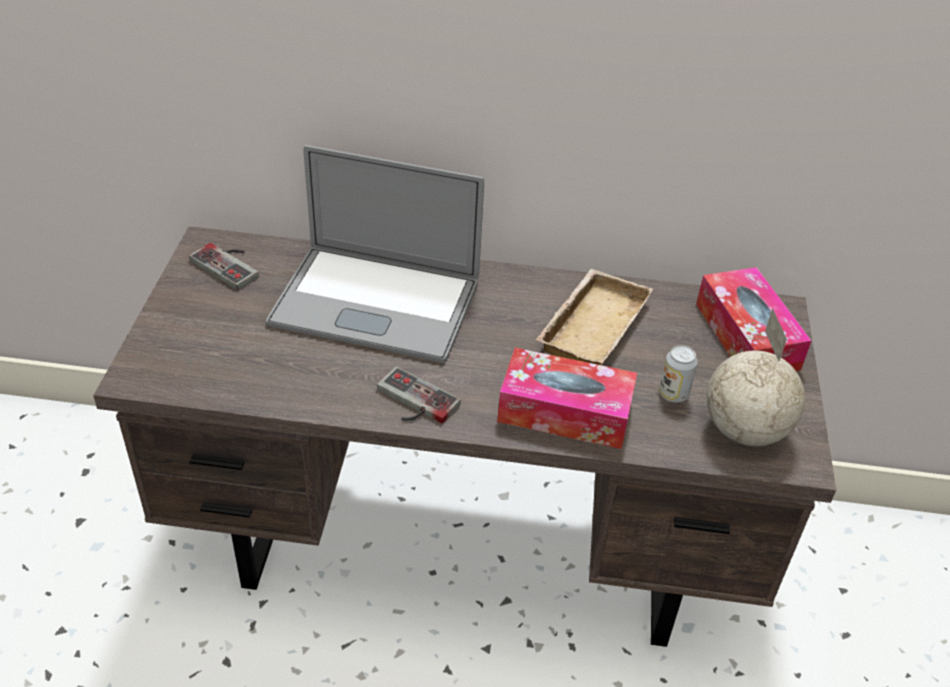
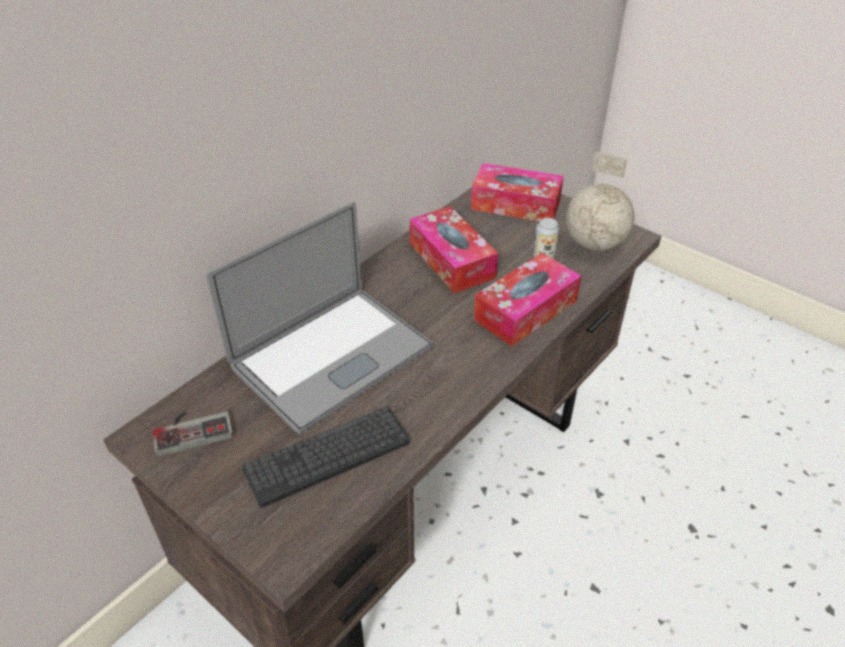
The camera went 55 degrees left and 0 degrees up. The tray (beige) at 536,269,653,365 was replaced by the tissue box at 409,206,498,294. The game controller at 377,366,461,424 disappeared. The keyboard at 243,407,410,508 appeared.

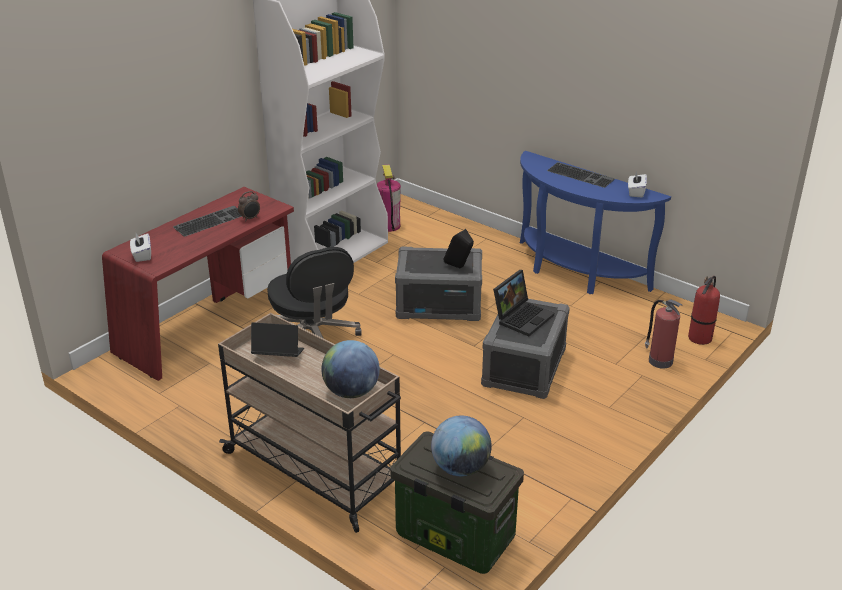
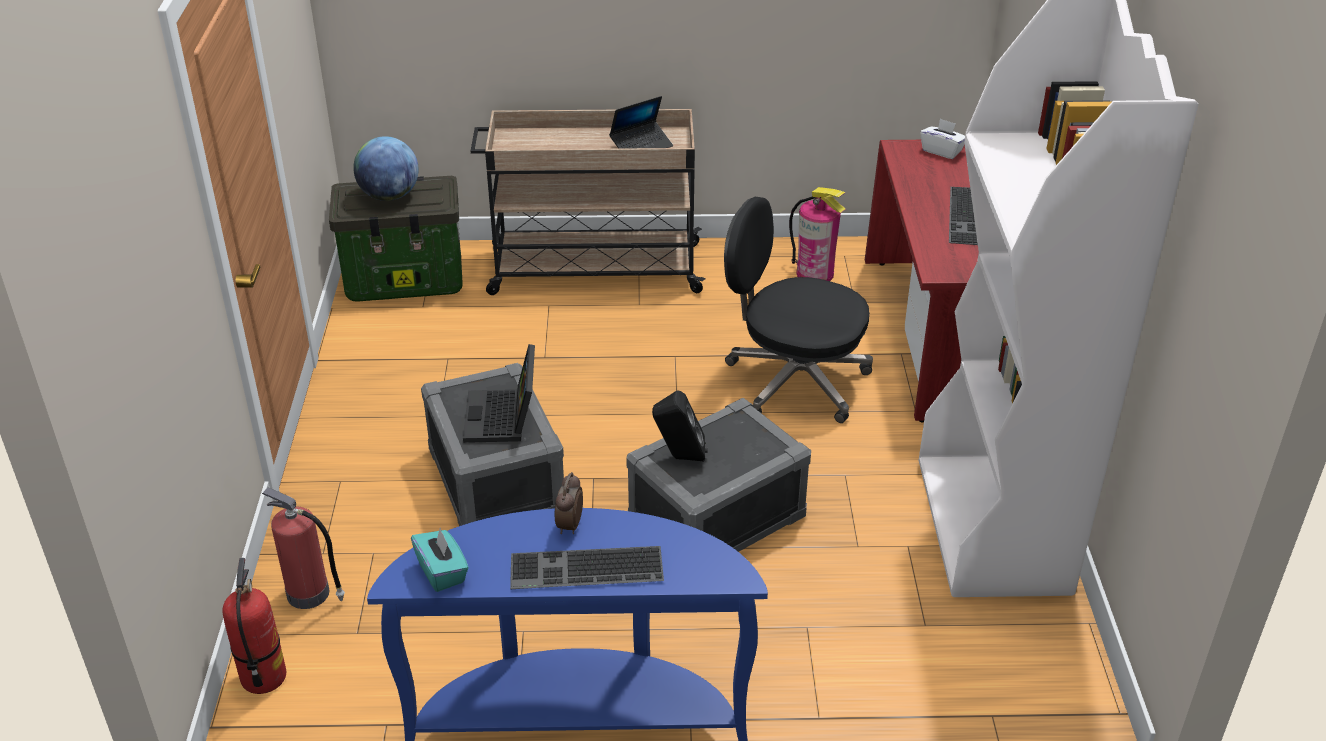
The camera went 140 degrees right and 5 degrees up. The fire extinguisher moved from 377,165,401,232 to 789,187,845,281. The tissue box (white) at 628,171,647,198 became the tissue box (turquoise) at 411,528,469,592. The alarm clock moved from 238,191,260,222 to 555,472,583,534. The globe at 321,340,380,398 disappeared.

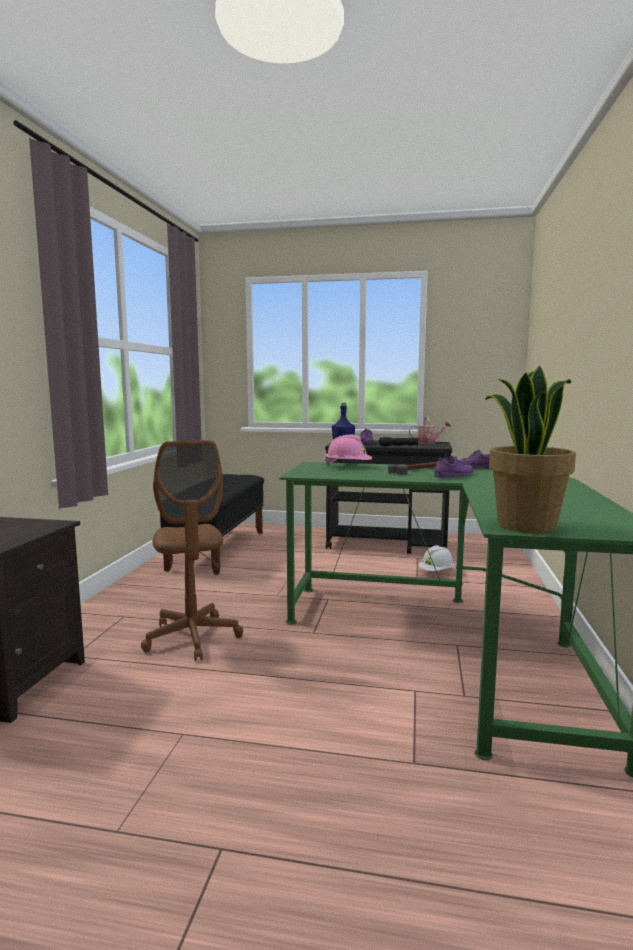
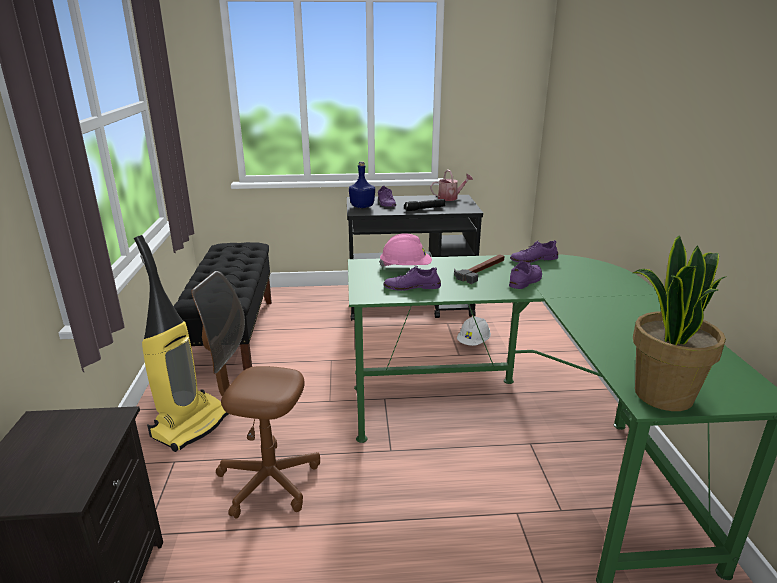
The camera went 15 degrees left and 15 degrees up. The office chair (brown) at 141,440,243,661 turned 135 degrees clockwise. The vacuum cleaner at 134,235,228,452 appeared. The shoe (purple) at 383,266,441,291 appeared.

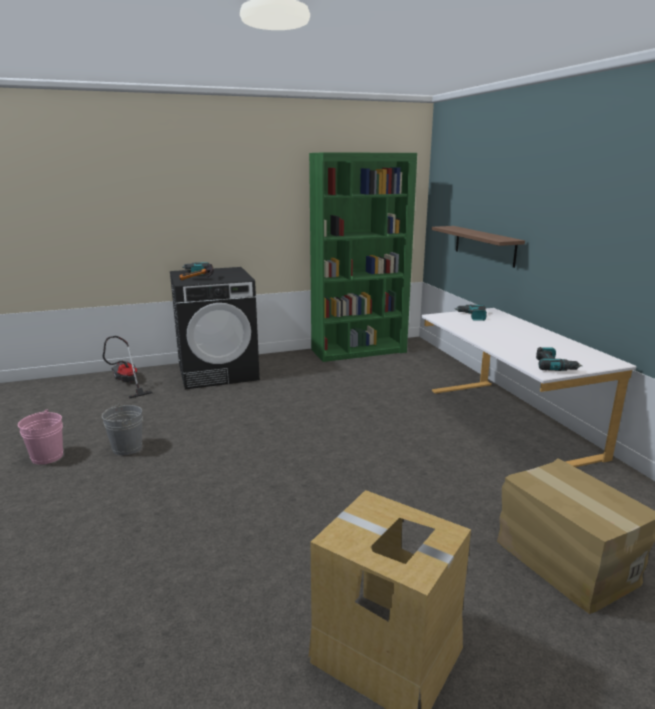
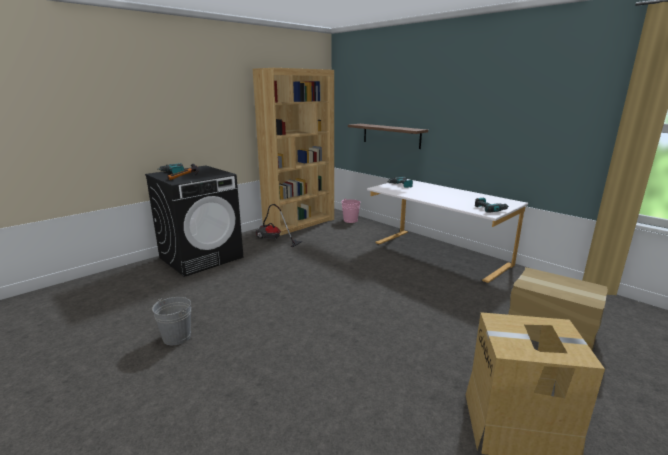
The camera went 25 degrees left and 0 degrees up. The bookcase (green) at 309,152,417,362 became the bookcase (brown) at 253,68,334,236. The vacuum cleaner moved from 103,336,153,399 to 256,204,303,247. The bucket (pink) moved from 18,410,63,465 to 341,198,360,223.

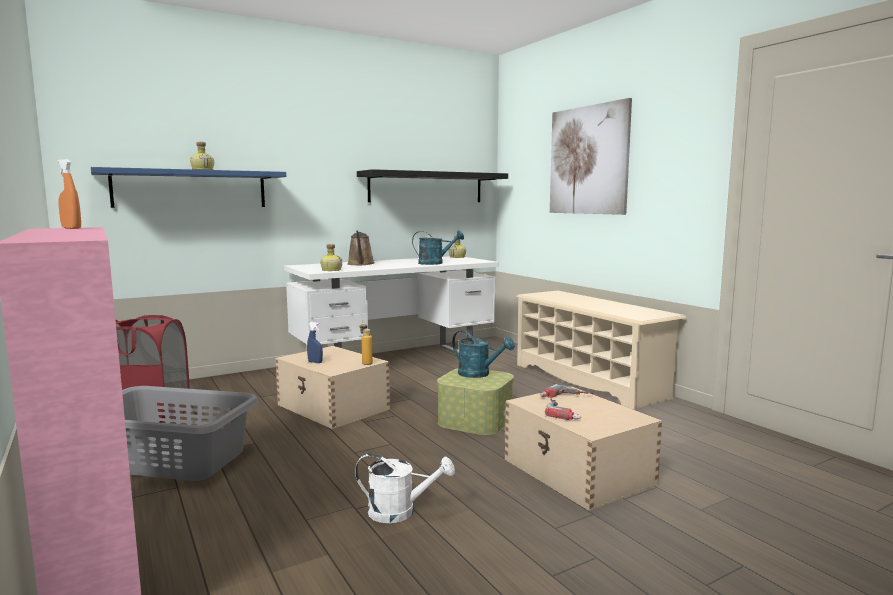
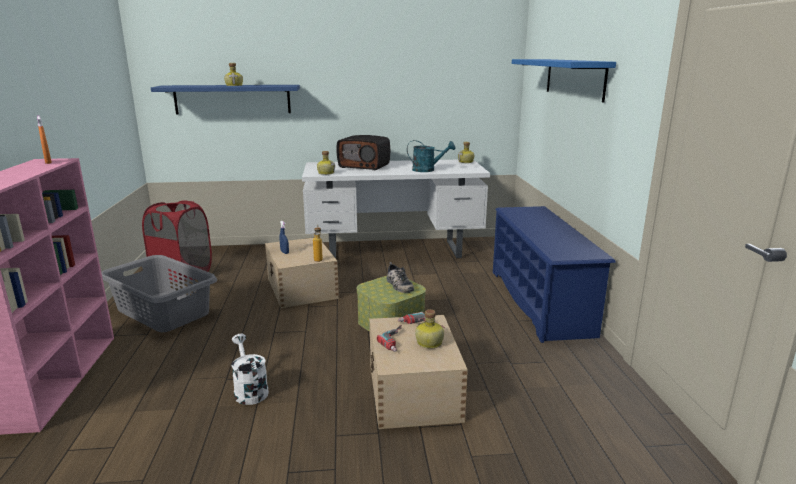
The camera went 25 degrees right and 10 degrees up. The picture at 550,98,632,215 was replaced by the shelf (blue) at 512,59,616,103. The shelf (black) at 357,169,508,202 disappeared. The watering can (brown) at 347,231,374,265 was replaced by the radio at 337,135,390,170. The shoe rack (beige) at 516,290,686,410 became the shoe rack (blue) at 493,206,616,343. The watering can (turquoise) at 452,331,515,378 was replaced by the shoe at 386,262,414,293. The watering can (white) at 355,453,455,523 turned 150 degrees counterclockwise. The bottle at 415,309,444,349 appeared.

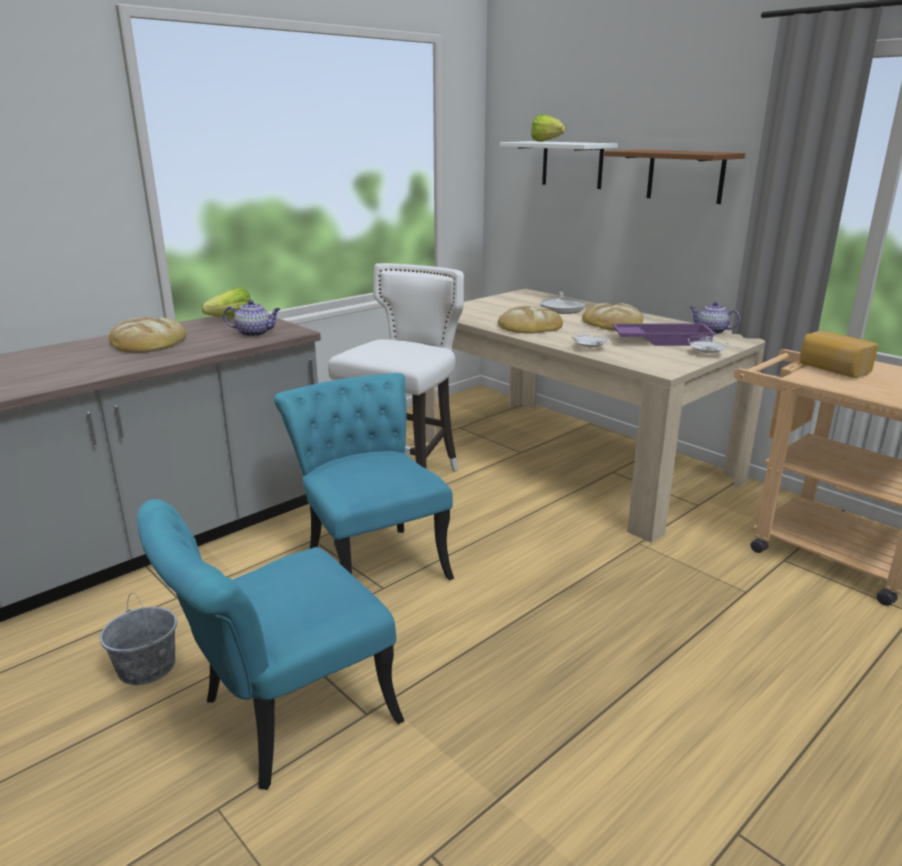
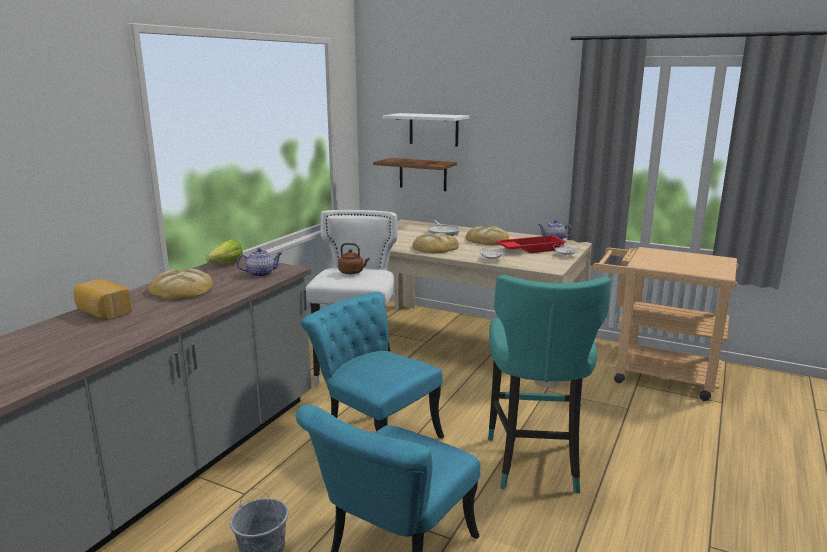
The camera went 20 degrees left and 5 degrees down. The lettuce at 531,114,566,142 disappeared. The shelf (brown) moved from 604,149,745,204 to 373,158,457,191. The tray (purple) at 612,323,716,346 became the tray (red) at 496,235,566,253. The bread moved from 800,331,878,378 to 74,279,132,320. The kettle (brown) at 338,243,370,274 appeared. The stool (turquoise) at 488,275,611,493 appeared.

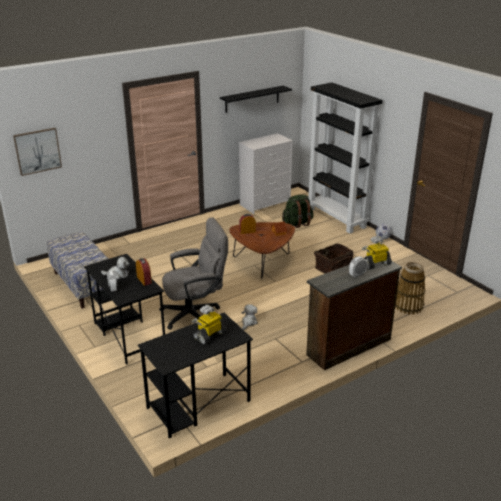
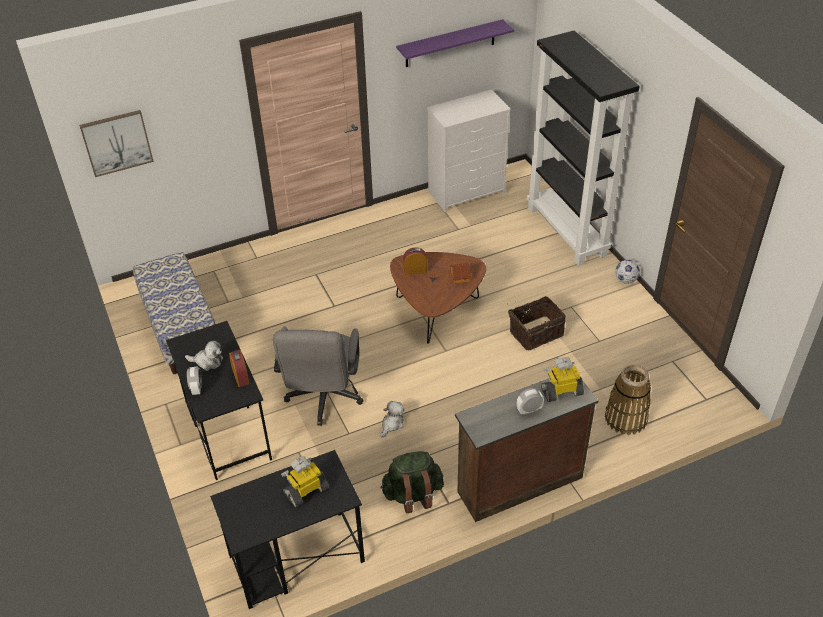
The camera went 10 degrees right and 15 degrees up. The shelf (black) at 220,86,292,113 became the shelf (purple) at 396,19,514,67. The backpack (green) moved from 282,195,314,228 to 380,451,444,514. The office chair (grey) at 159,217,228,330 turned 105 degrees clockwise.

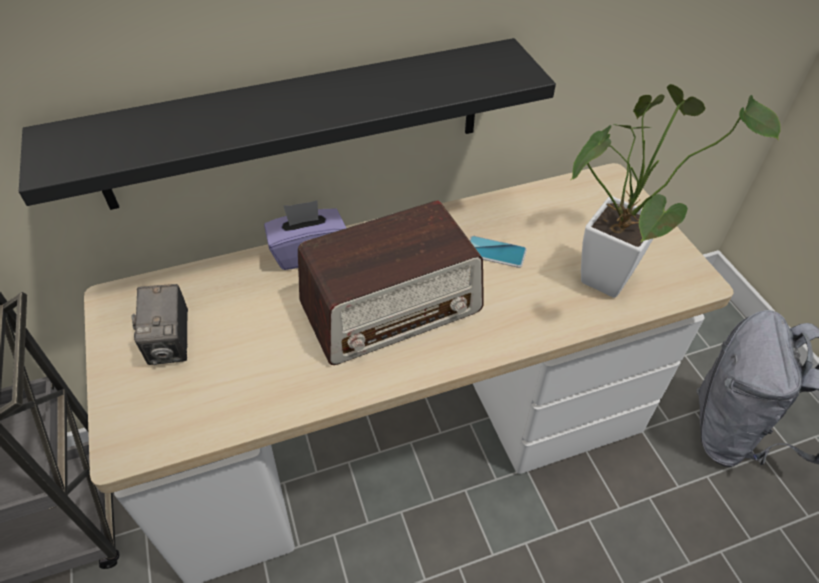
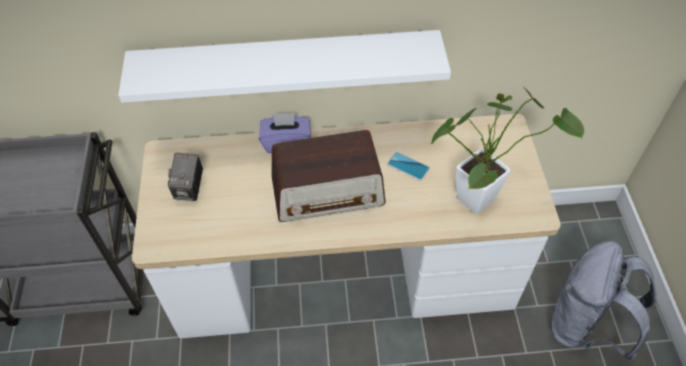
The camera went 15 degrees right and 5 degrees up. The shelf (black) at 19,38,556,210 became the shelf (white) at 118,30,451,103.

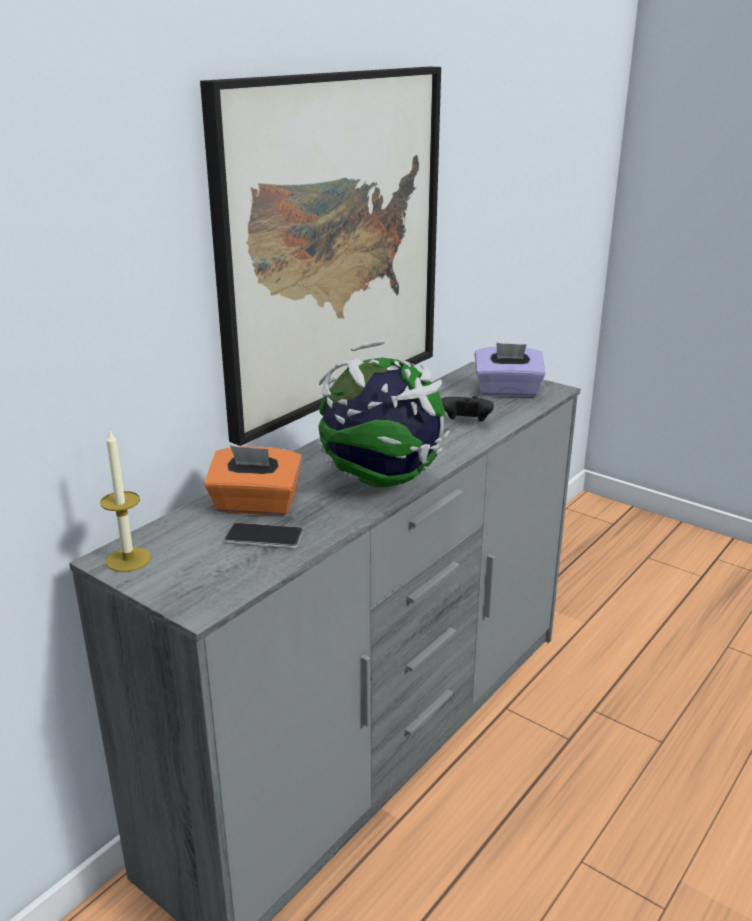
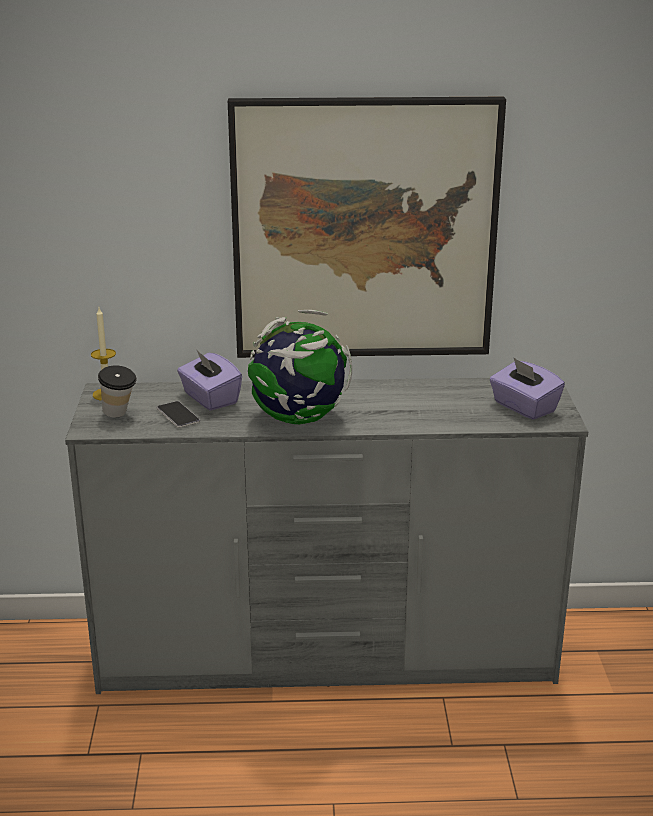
The camera went 50 degrees right and 0 degrees up. The game controller (black) at 441,396,494,422 disappeared. The tissue box (orange) at 204,445,302,516 became the tissue box (purple) at 177,349,242,411. The cup at 98,365,137,418 appeared.

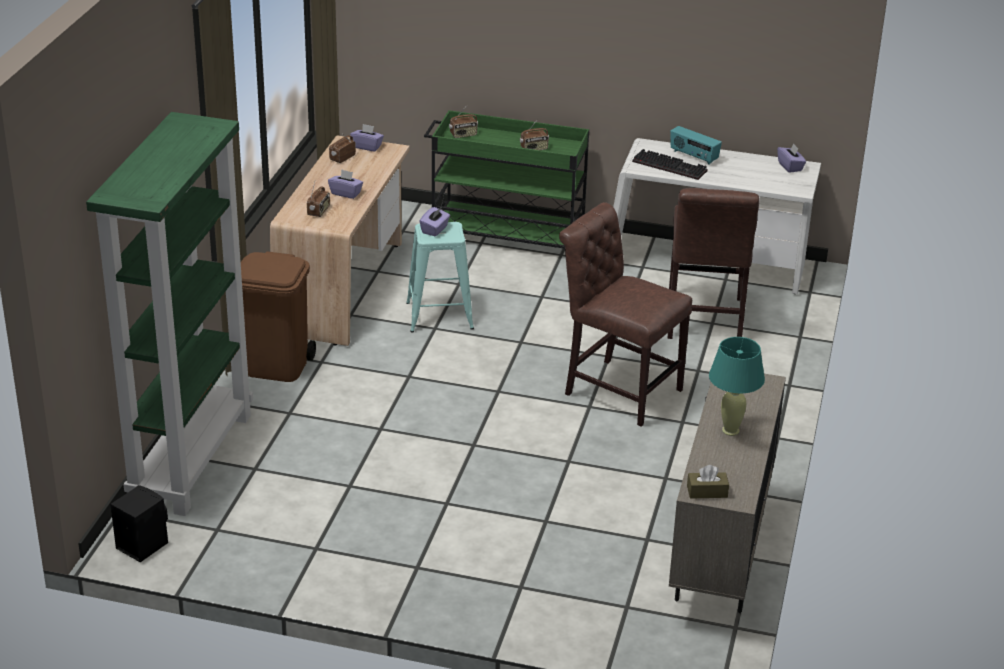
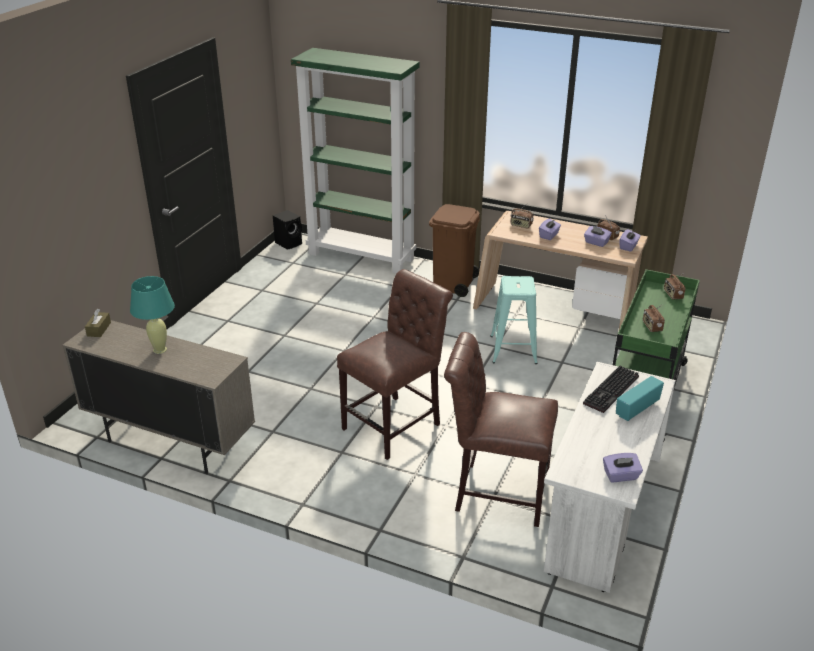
The camera went 100 degrees right and 0 degrees up. The tissue box (purple) moved from 420,207,450,236 to 584,226,612,247.

